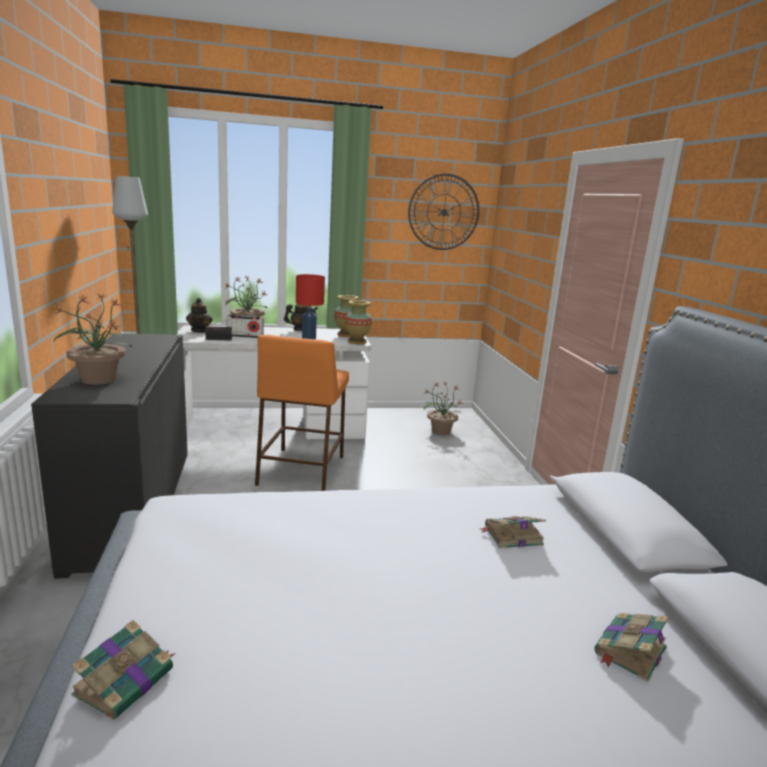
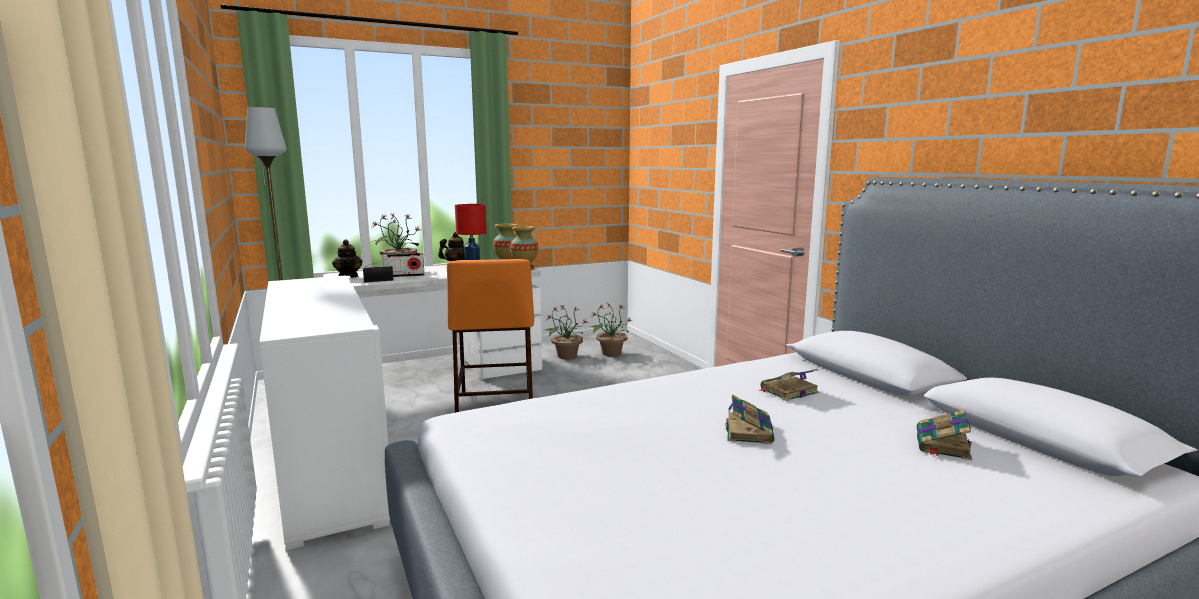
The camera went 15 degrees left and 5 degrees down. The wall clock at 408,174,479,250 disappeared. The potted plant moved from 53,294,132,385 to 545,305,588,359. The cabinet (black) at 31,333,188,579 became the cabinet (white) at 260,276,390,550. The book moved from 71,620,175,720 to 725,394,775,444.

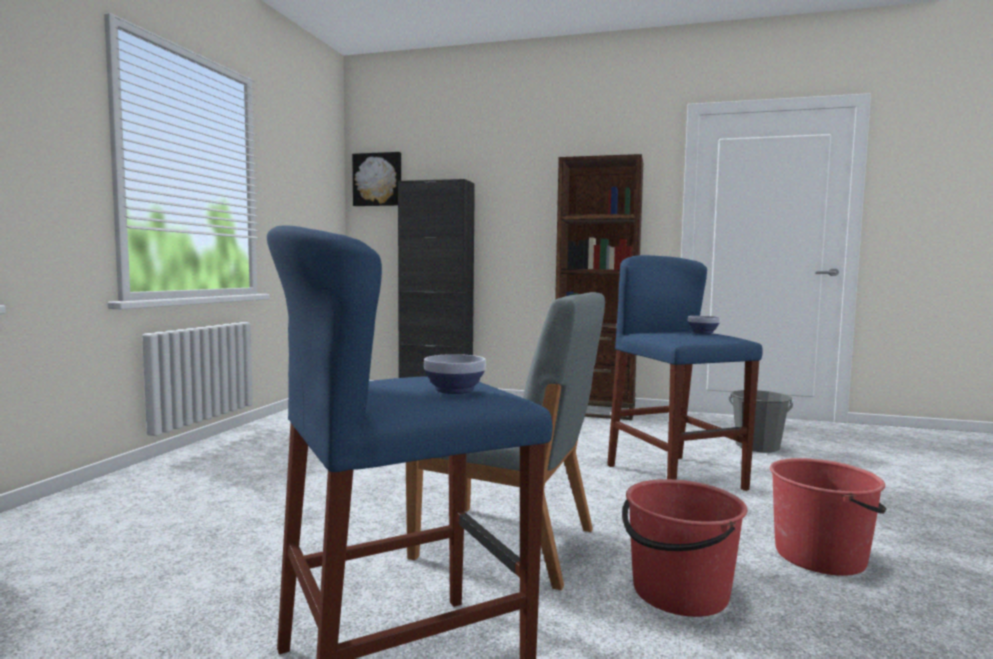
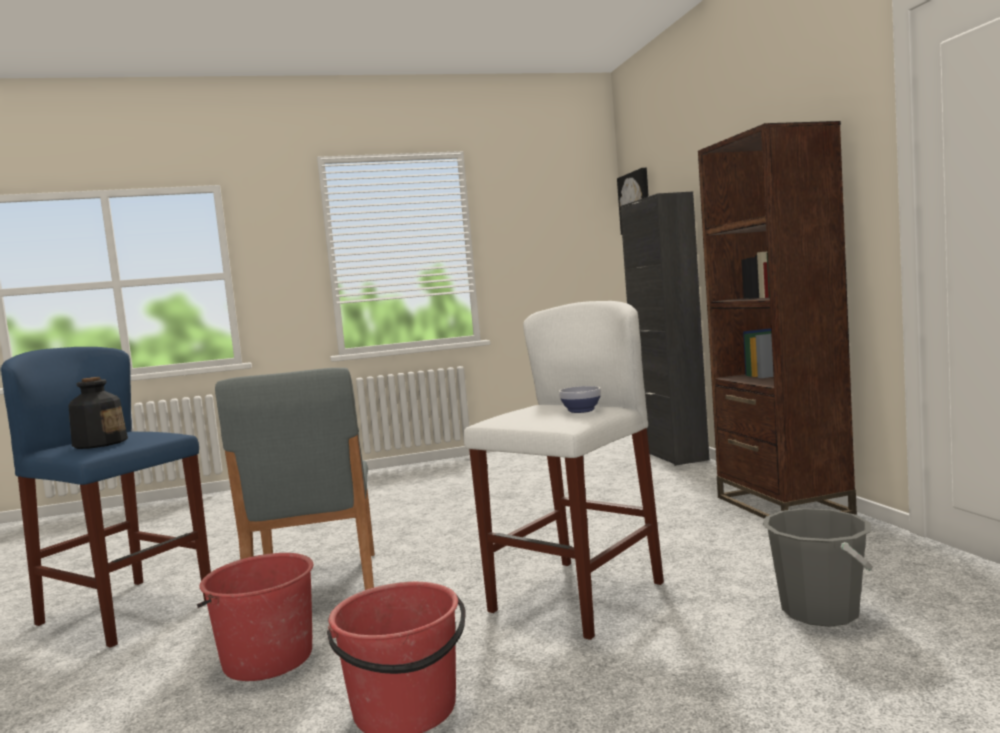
The camera went 60 degrees right and 0 degrees up. The stool (blue) at 607,255,763,491 became the stool (white) at 463,301,664,640. The bowl at 424,354,486,394 was replaced by the bottle at 68,377,128,449.

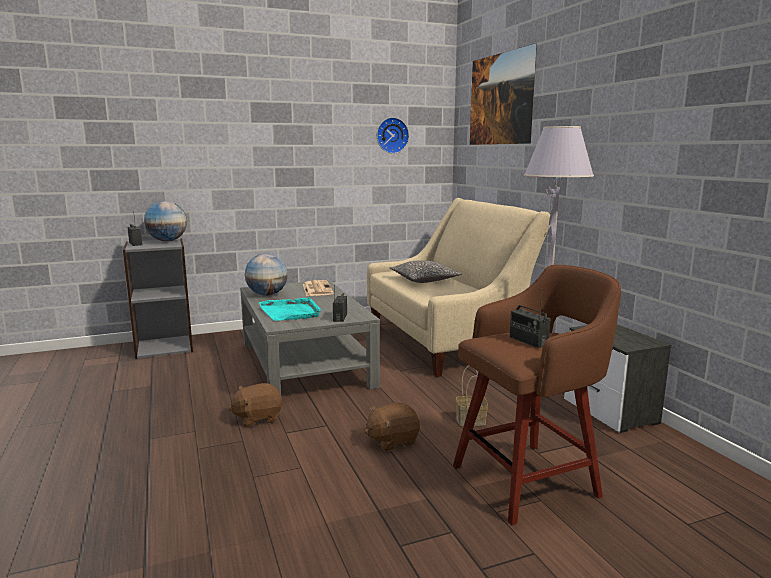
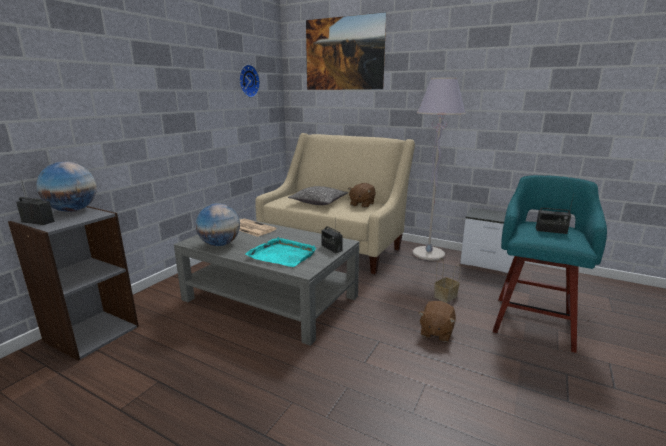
The camera went 40 degrees left and 5 degrees up. The stool (brown) at 453,265,621,525 became the stool (turquoise) at 493,175,607,353. The plush toy (brown) moved from 228,383,282,427 to 348,183,376,208.

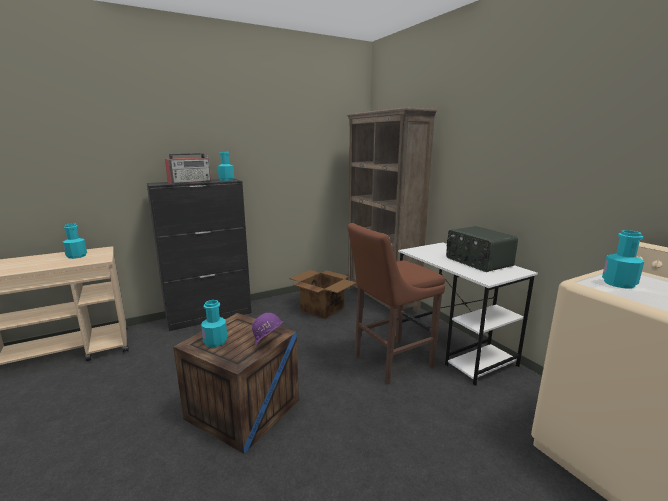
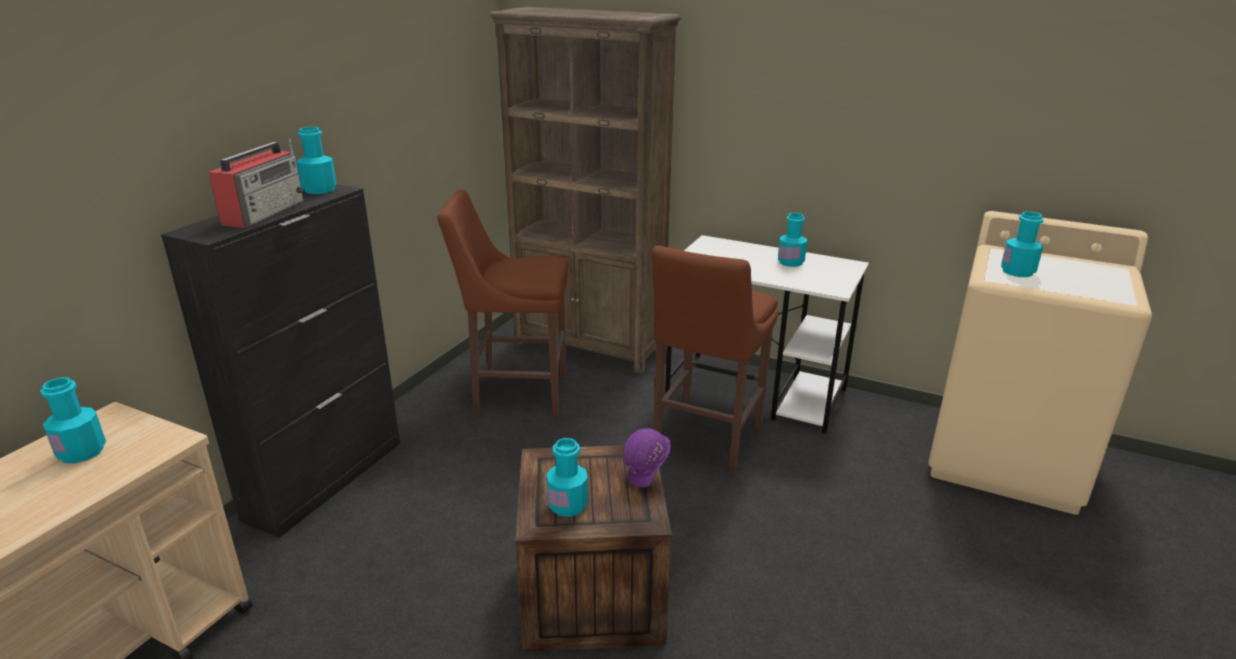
The camera went 35 degrees left and 10 degrees up. The radio at 446,226,518,272 was replaced by the bottle (turquoise) at 778,213,807,267. The cardboard box at 289,270,356,319 was replaced by the stool (brown) at 437,190,569,416.

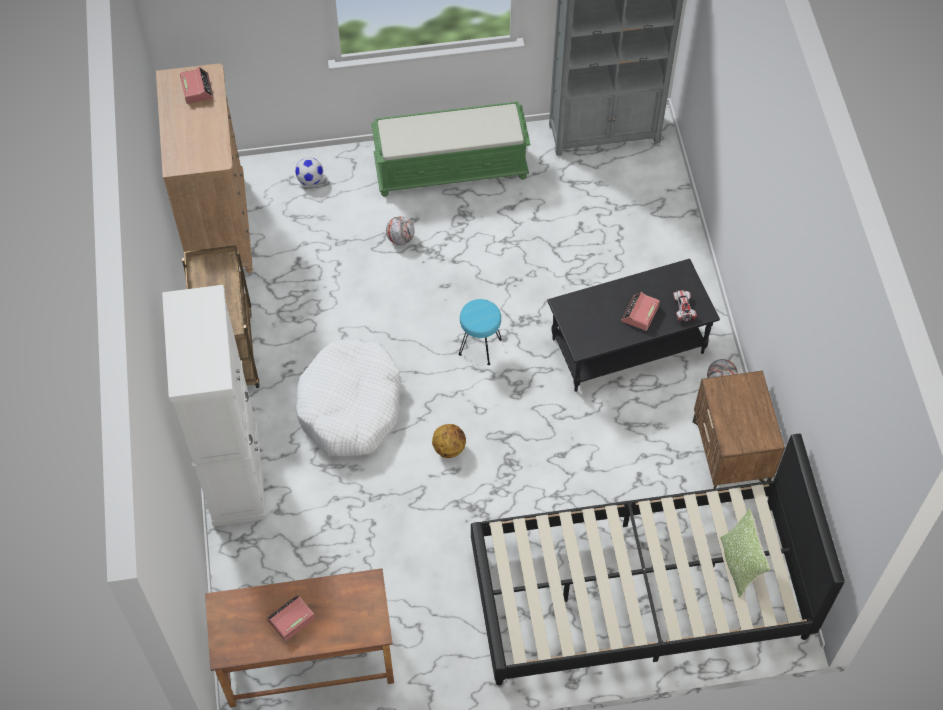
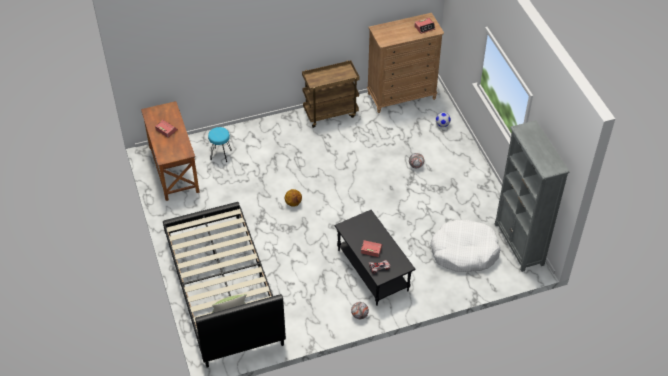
The camera went 80 degrees right and 10 degrees down. The bench (green) at 371,102,531,197 disappeared. The cabinet (white) at 162,285,266,526 disappeared. The stool (turquoise) moved from 458,299,502,365 to 208,127,231,162. The dog bed (white) moved from 295,339,402,456 to 430,220,500,272. The nightstand (brown) at 693,371,785,489 disappeared.

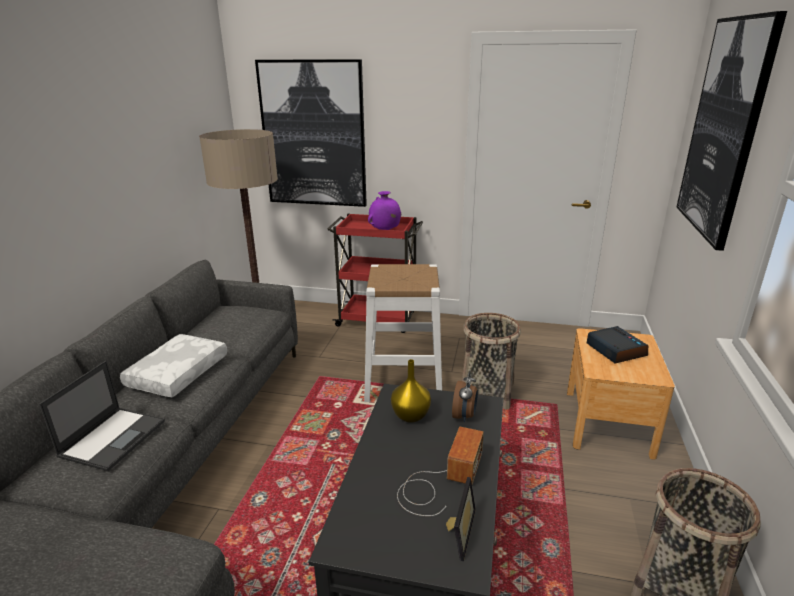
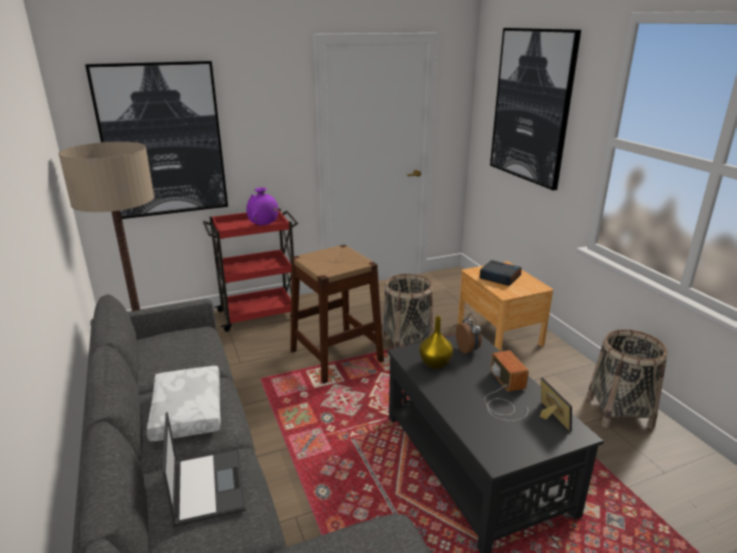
The camera went 35 degrees left and 0 degrees up. The stool (white) at 364,264,442,402 became the stool (brown) at 290,245,384,384.

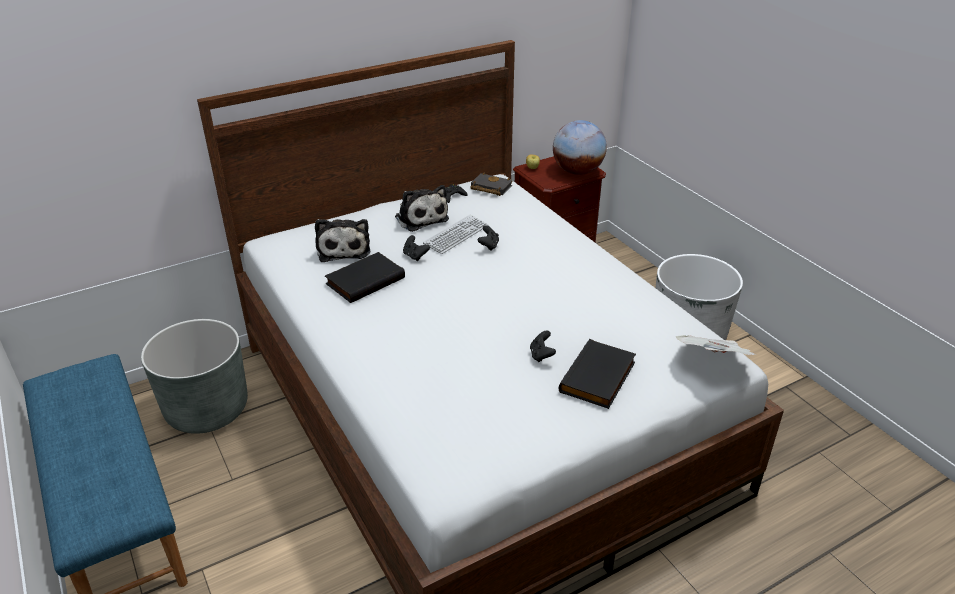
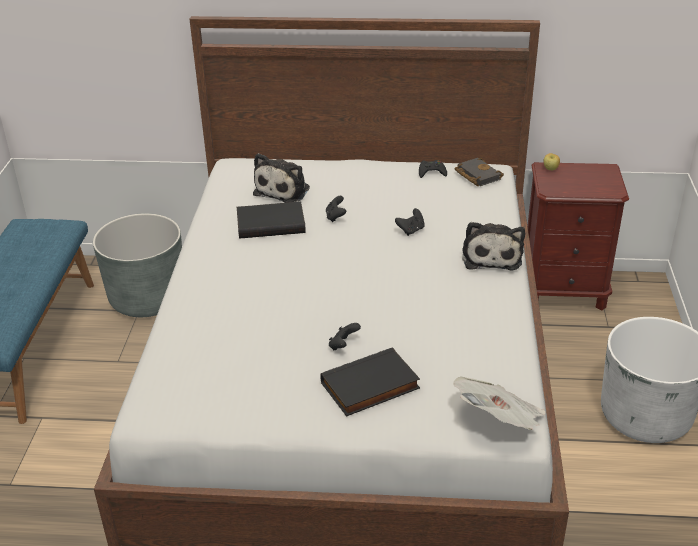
The camera went 35 degrees right and 0 degrees up. The globe at 553,120,607,175 disappeared. The plush toy moved from 395,185,449,232 to 462,222,525,271. The keyboard at 423,215,488,254 disappeared.

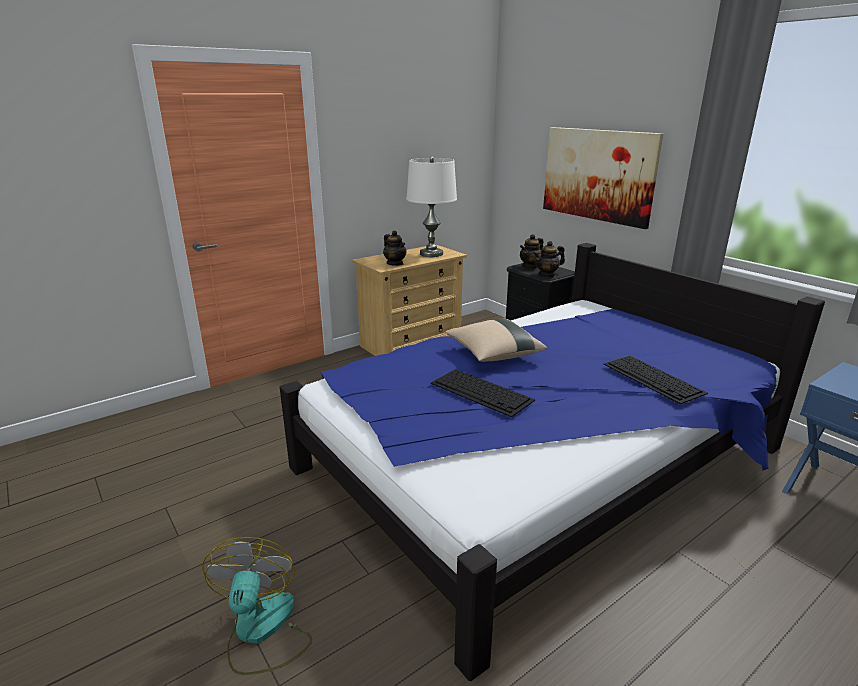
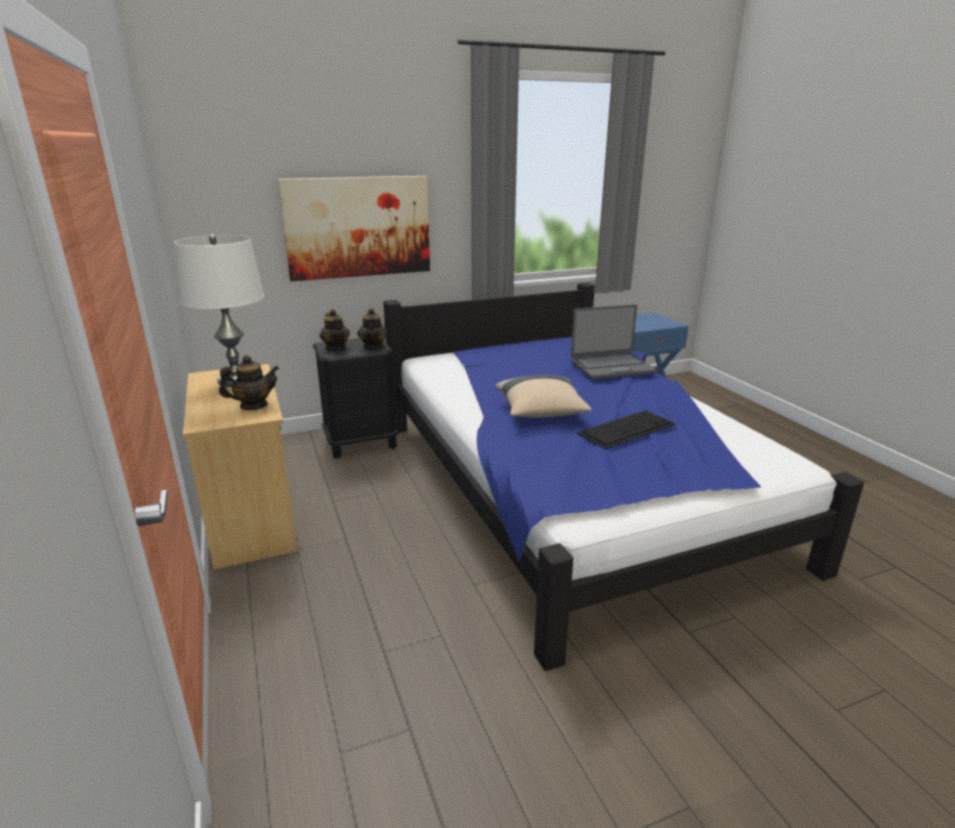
The camera went 75 degrees left and 0 degrees up. The keyboard at 603,356,708,404 was replaced by the laptop at 571,305,656,379. The fan at 202,537,312,675 disappeared.

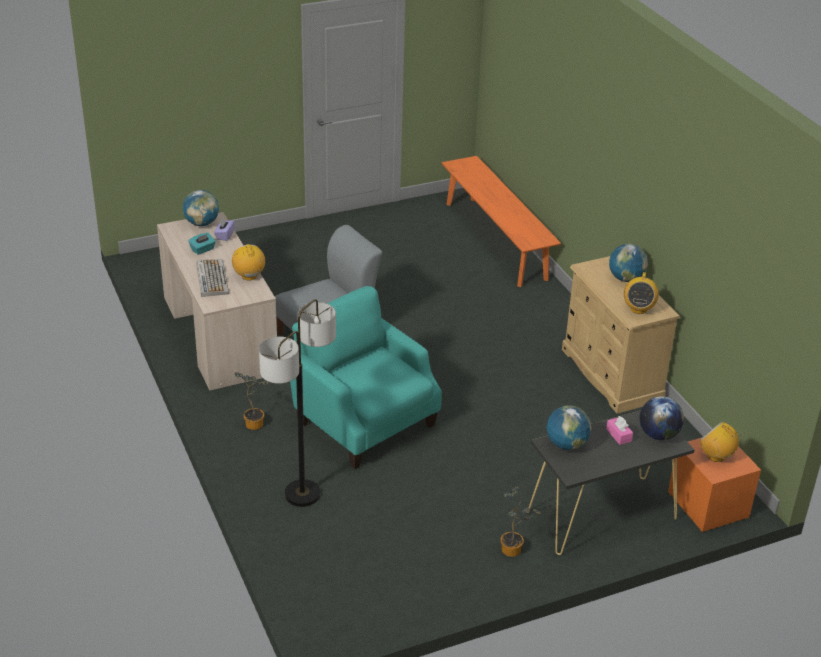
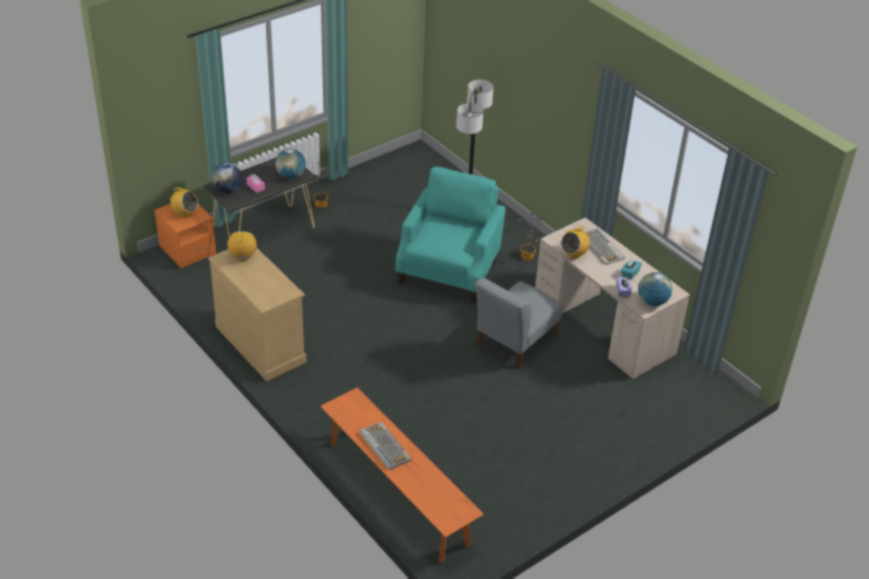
The camera went 165 degrees right and 5 degrees up. The globe at 609,243,648,282 disappeared. The radio at 232,244,265,281 turned 75 degrees clockwise. The armchair (turquoise) at 290,286,442,469 turned 105 degrees counterclockwise. The keyboard at 360,422,412,470 appeared.

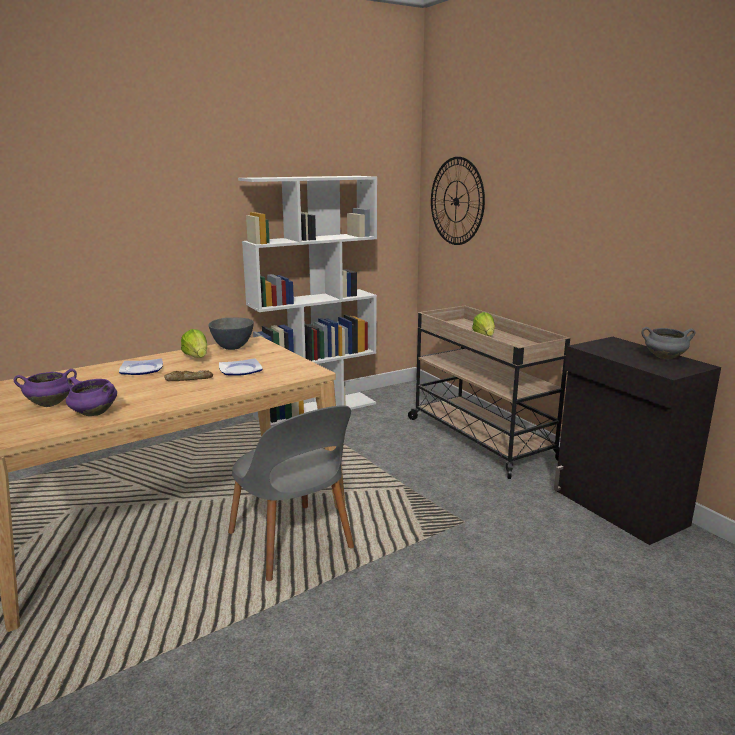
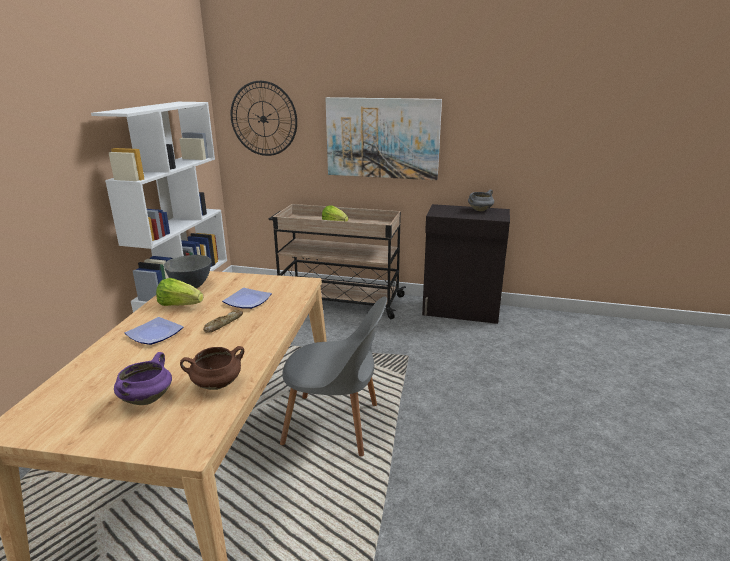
The camera went 45 degrees left and 5 degrees up. The cooking pot (purple) at 66,377,117,416 became the cooking pot (brown) at 180,346,244,390. The picture at 326,97,442,180 appeared.

